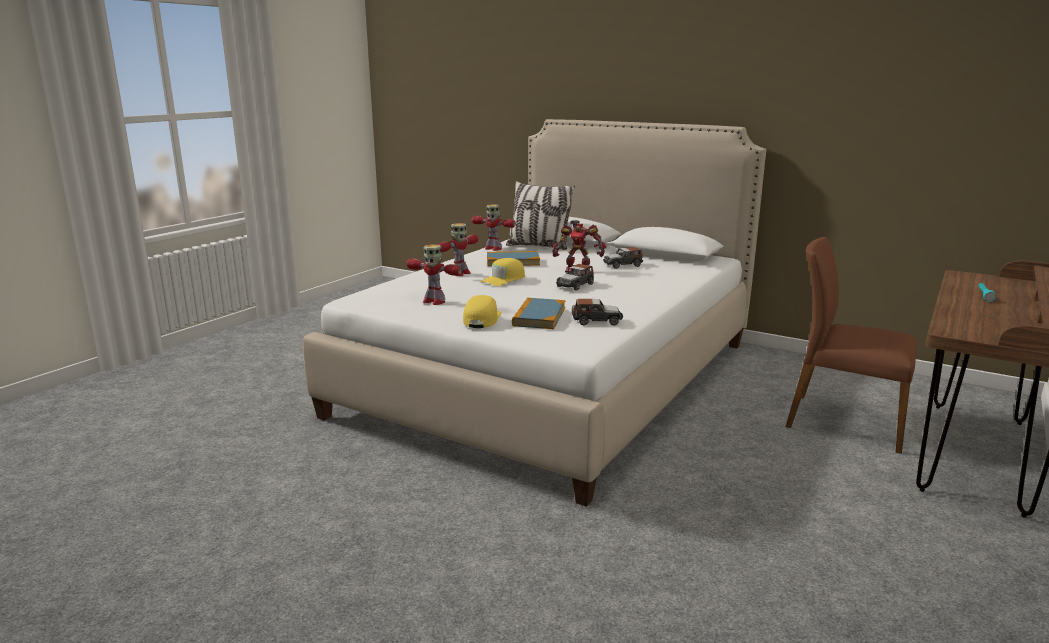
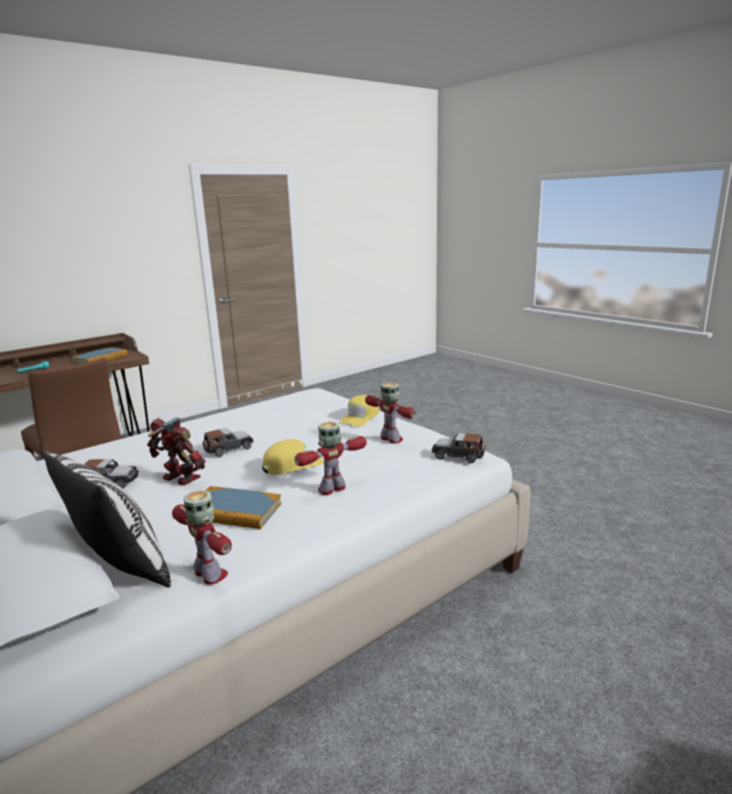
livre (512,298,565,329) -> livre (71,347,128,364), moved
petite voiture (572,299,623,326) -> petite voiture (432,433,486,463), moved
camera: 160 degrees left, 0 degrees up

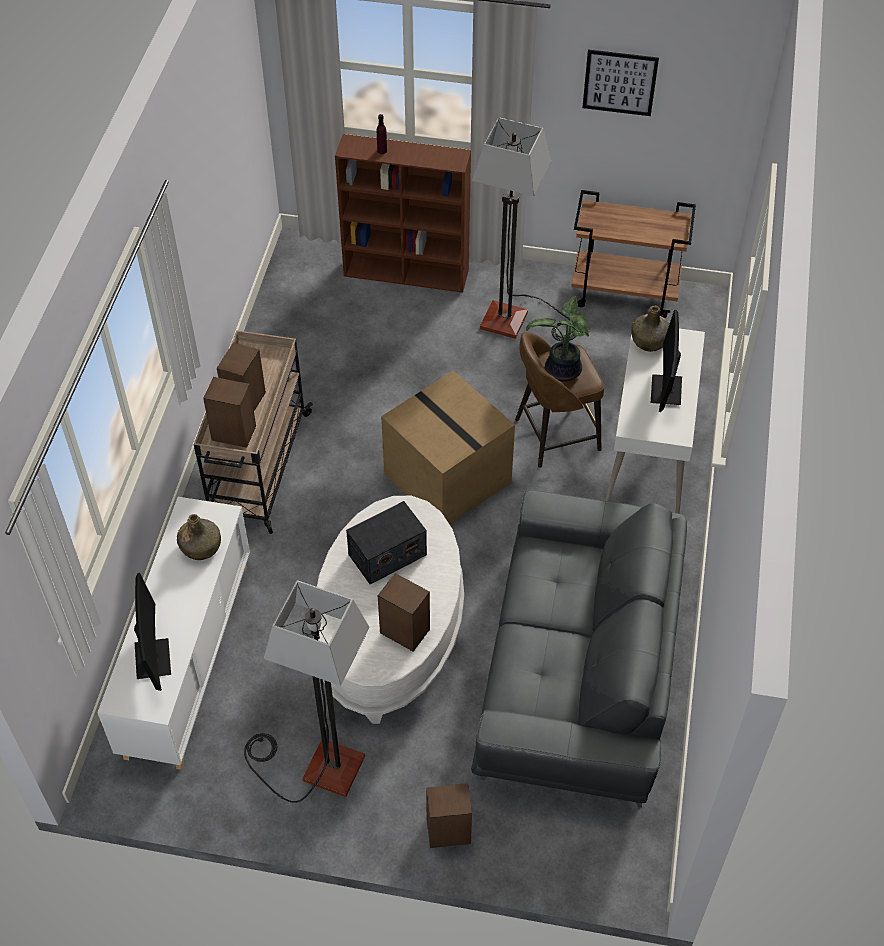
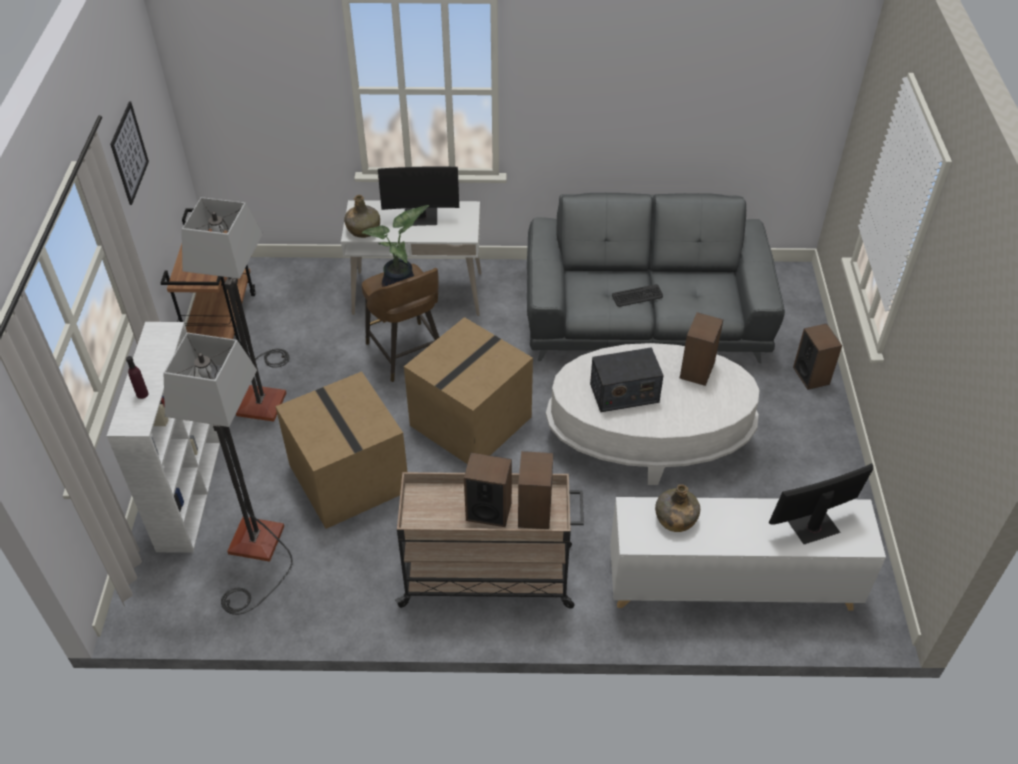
none -> carton (275,371,407,529)
none -> clavier (612,284,663,307)
lampadaire (244,580,370,803) -> lampadaire (164,332,293,615), moved
bibliothèque/marron (335,134,471,293) -> bibliothèque/blanc (107,322,220,553)
radio (346,501,427,584) -> radio (590,347,664,412), 120 degrees clockwise
camera: 100 degrees left, 5 degrees down

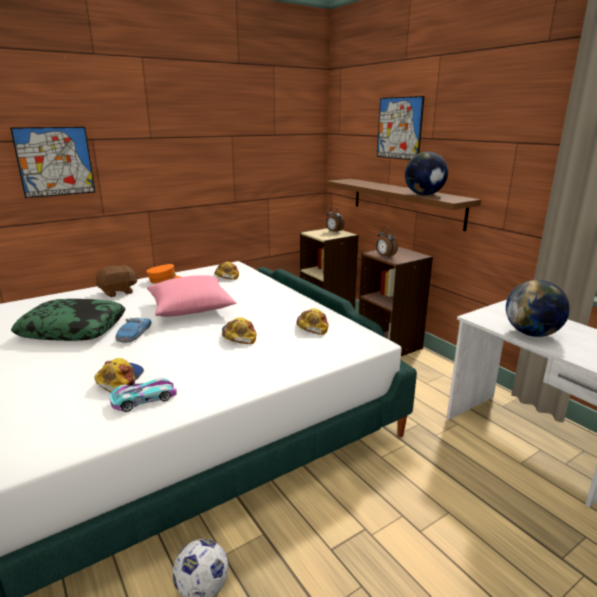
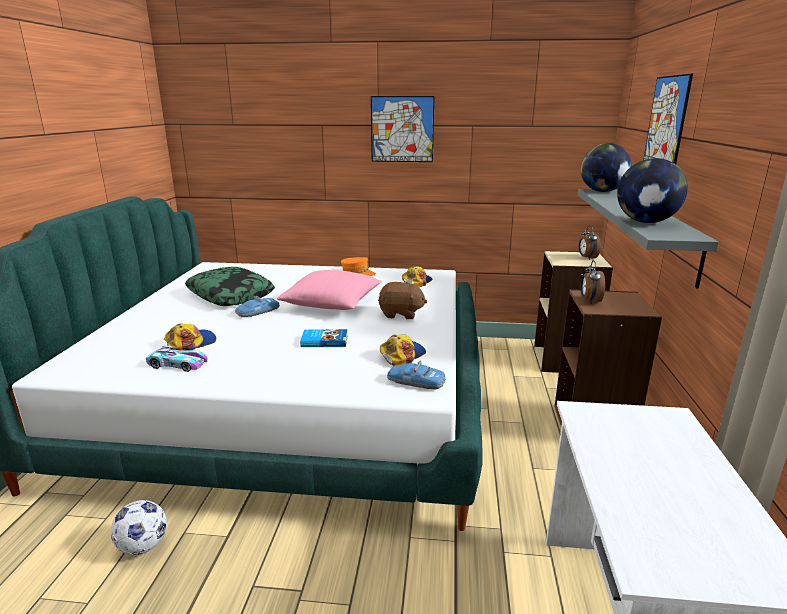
none -> petite voiture (387,361,446,390)
tableau (10,127,95,198) -> tableau (371,96,435,162), moved
peluche/marron (96,265,139,297) -> peluche/marron (378,282,427,319), moved
globe (506,280,570,337) -> globe (581,143,632,192), moved
casquette (222,317,257,344) -> livre (300,329,348,347)
étagère/marron (326,179,481,231) -> étagère/gris (578,189,719,289)
camera: 40 degrees right, 0 degrees up

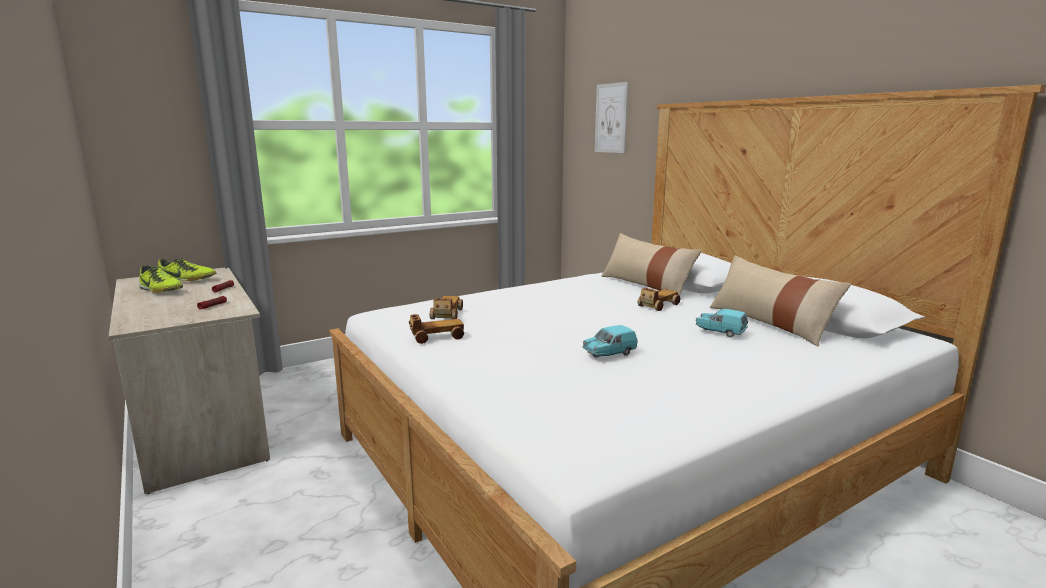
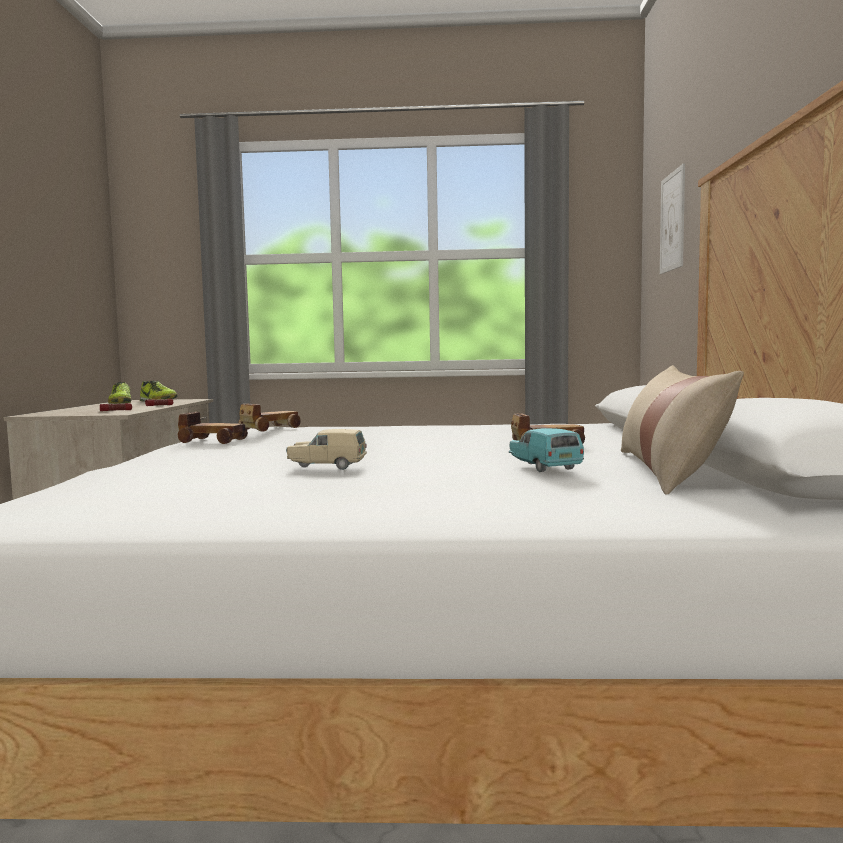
coussin/beige (601,233,702,296) -> none
petite voiture/turquoise (582,325,637,358) -> petite voiture/beige (286,429,367,470)
camera: 35 degrees right, 10 degrees down

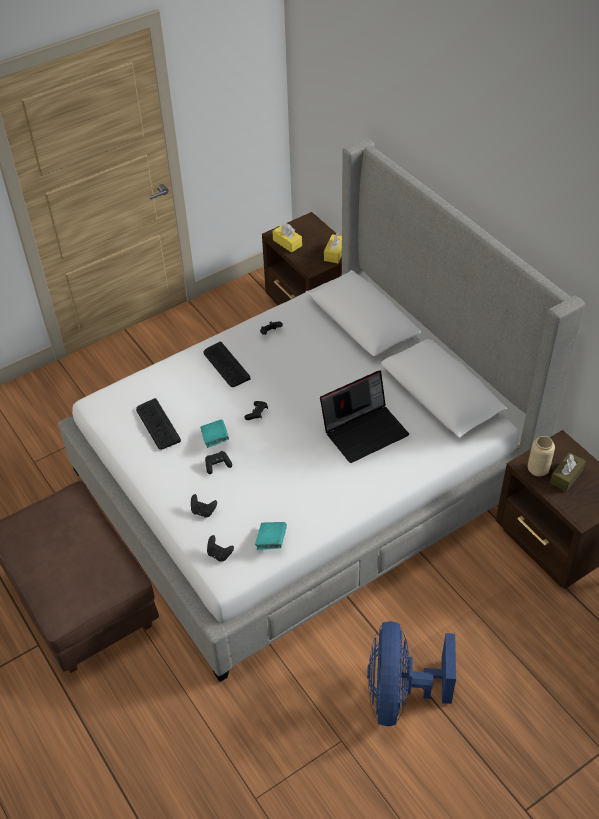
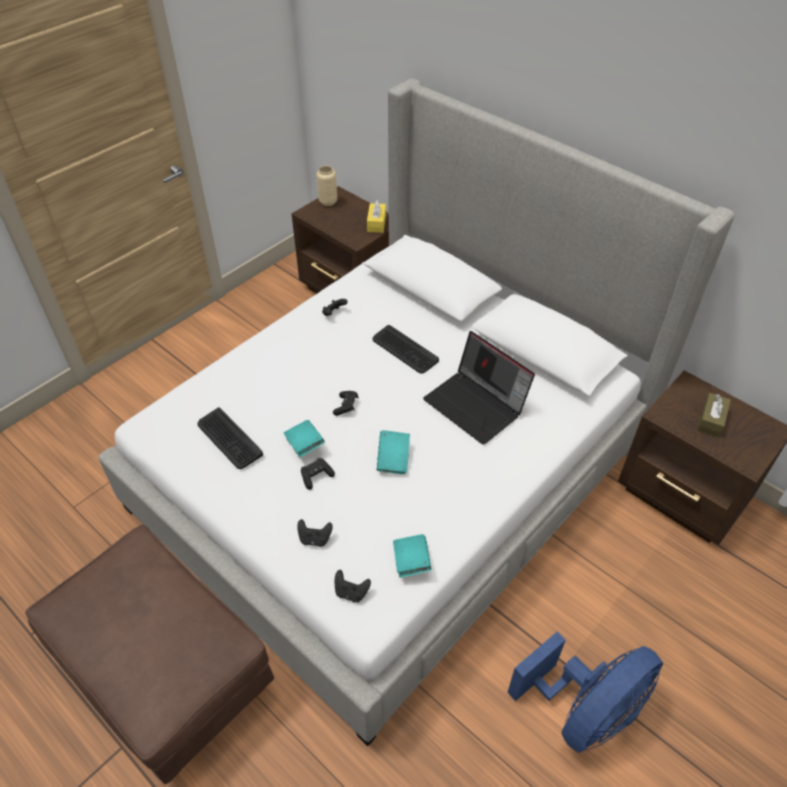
boîte à mouchoirs/jaune (272,223,302,253) -> none
none -> livre/turquoise (377,430,410,474)
clavier (203,342,250,387) -> clavier (372,325,439,374), moved
vase/beige (528,436,555,477) -> vase/beige (317,166,337,206), moved
ordinateur portable (320,370,409,463) -> ordinateur portable (423,331,535,445), 90 degrees clockwise
ventilateur/bleu (367,621,456,726) -> ventilateur/bleu (508,631,663,753), 120 degrees counterclockwise
camera: 15 degrees left, 0 degrees up

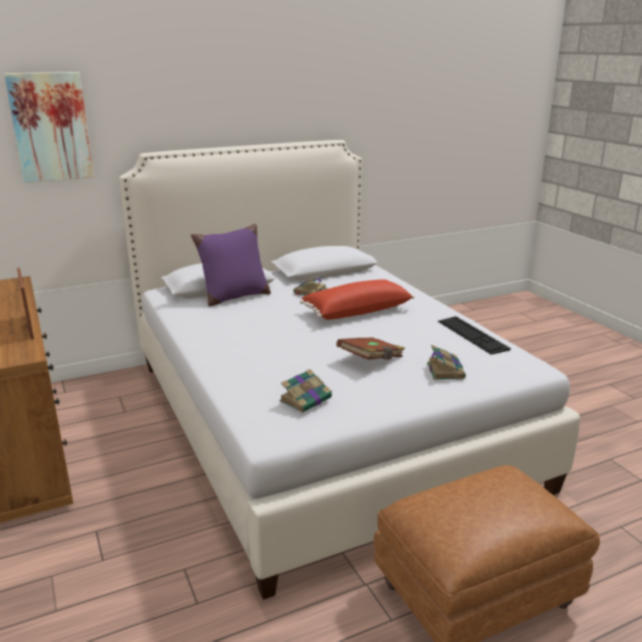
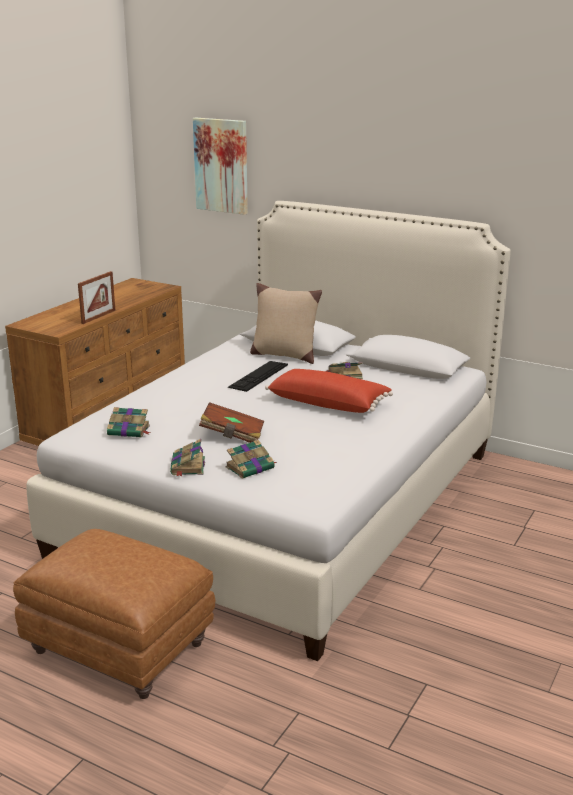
none -> livre (170,439,205,477)
clavier (438,316,511,355) -> clavier (228,361,288,392), moved
coussin/violet (191,224,271,306) -> coussin/beige (250,283,322,364)
camera: 55 degrees right, 0 degrees up

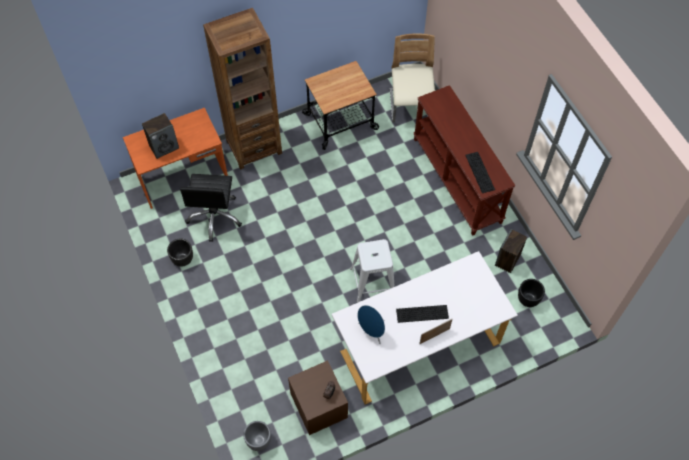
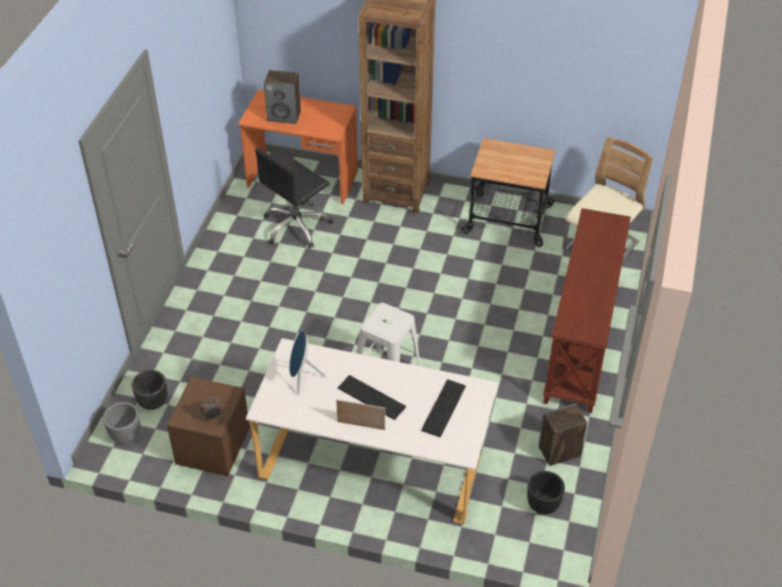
cache-pot/noir (167,239,193,267) -> cache-pot/noir (132,370,168,410), moved
clavier (465,152,495,193) -> clavier (421,379,466,437), moved
camera: 40 degrees right, 15 degrees down

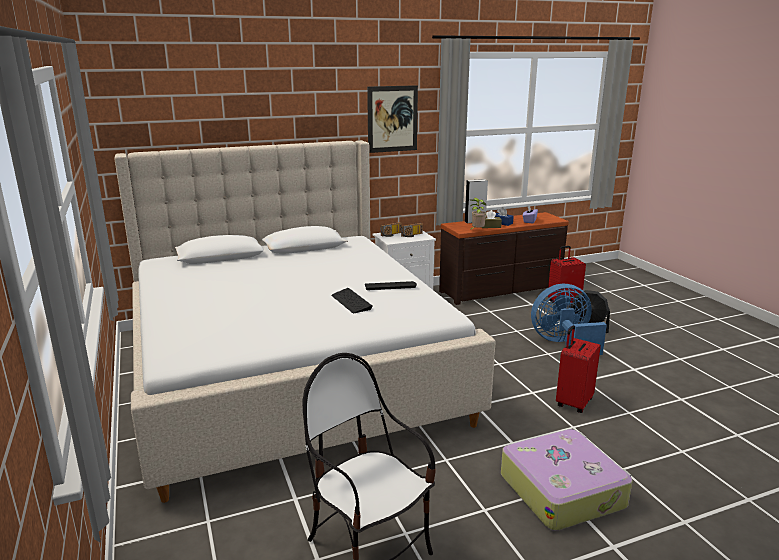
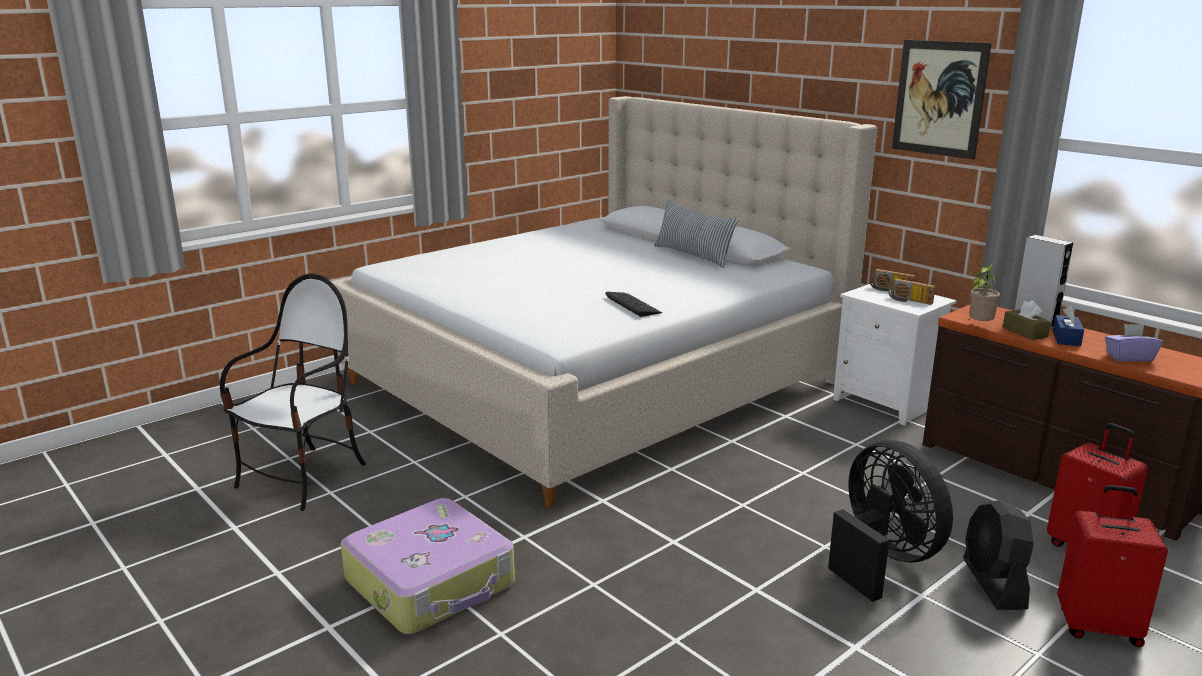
clavier (331,288,373,313) -> none
none -> coussin (654,200,739,268)
valise/rouge (556,326,601,413) -> valise/rouge (1057,485,1168,647), moved
ventilateur/bleu (531,284,607,355) -> ventilateur/noir (828,440,953,602)
camera: 70 degrees right, 0 degrees up

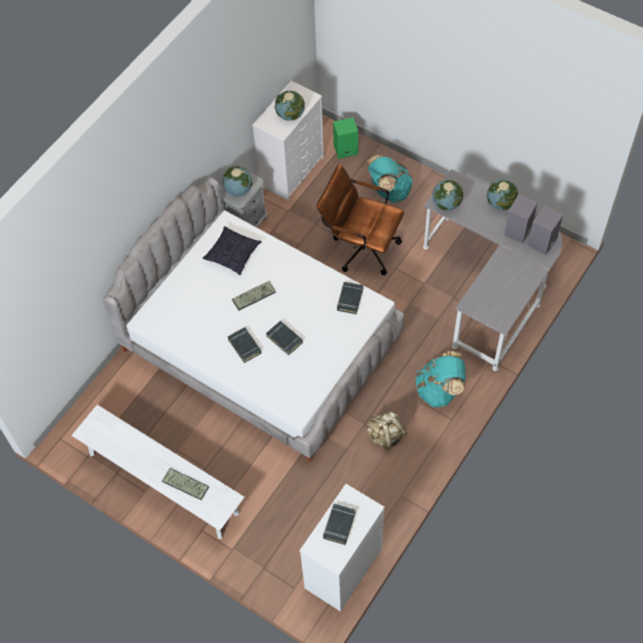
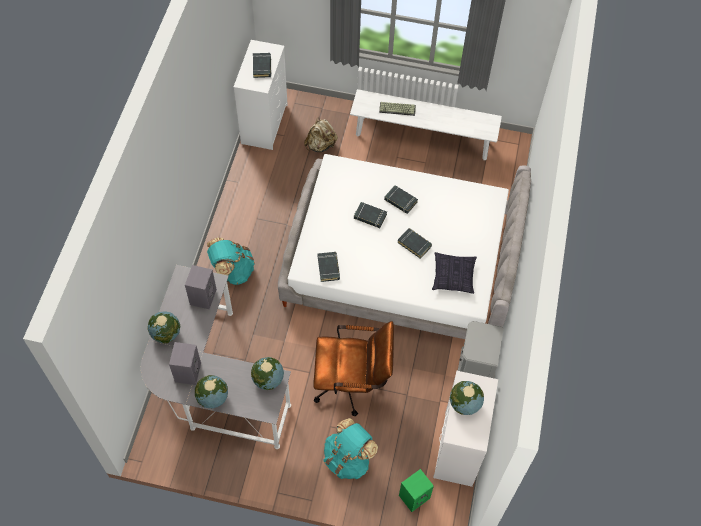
globe (222,166,252,196) -> globe (148,311,180,343), moved
sac à dos/beige (366,412,407,451) -> sac à dos/beige (304,118,338,152), moved
enceinte/gris (527,206,563,255) -> enceinte/gris (185,265,217,309), moved
clavier (232,281,276,311) -> livre/noir (397,228,432,259)
camera: 155 degrees right, 0 degrees up

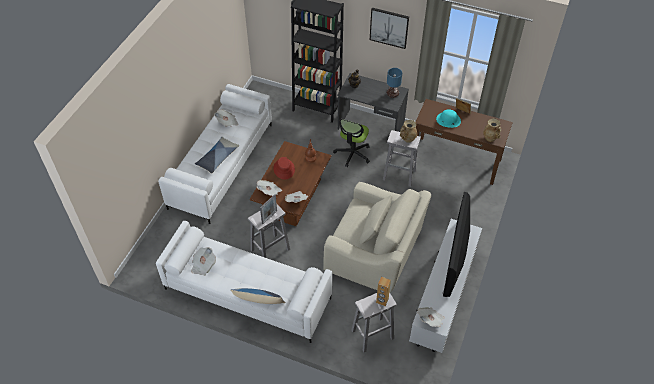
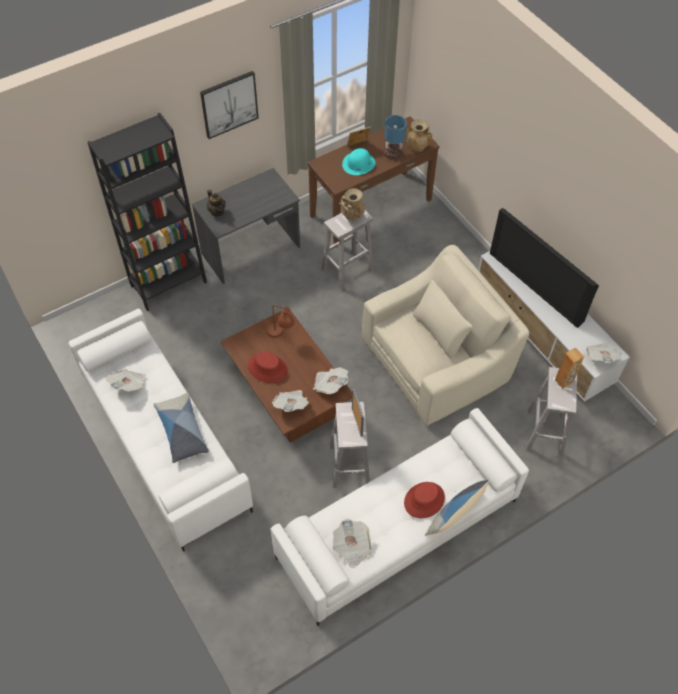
chaise de bureau (333,119,370,167) -> none
none -> chapeau/rouge (404,482,445,518)
lampe de table (387,68,402,98) -> lampe de table (384,115,407,159), moved
camera: 55 degrees left, 5 degrees up

